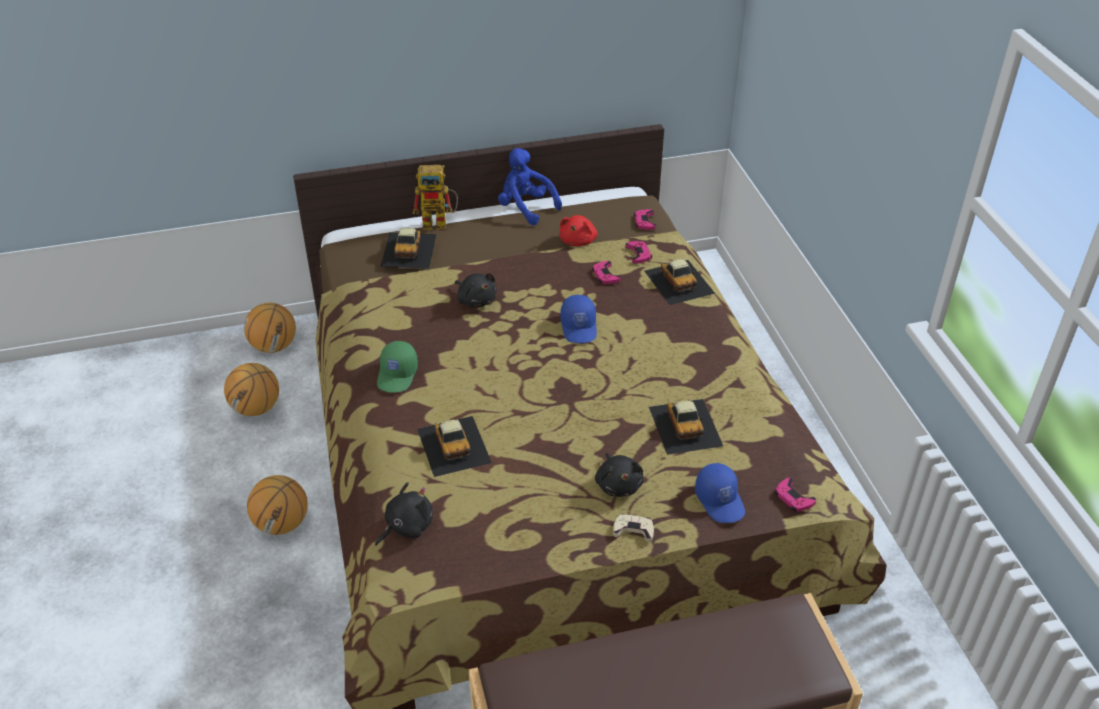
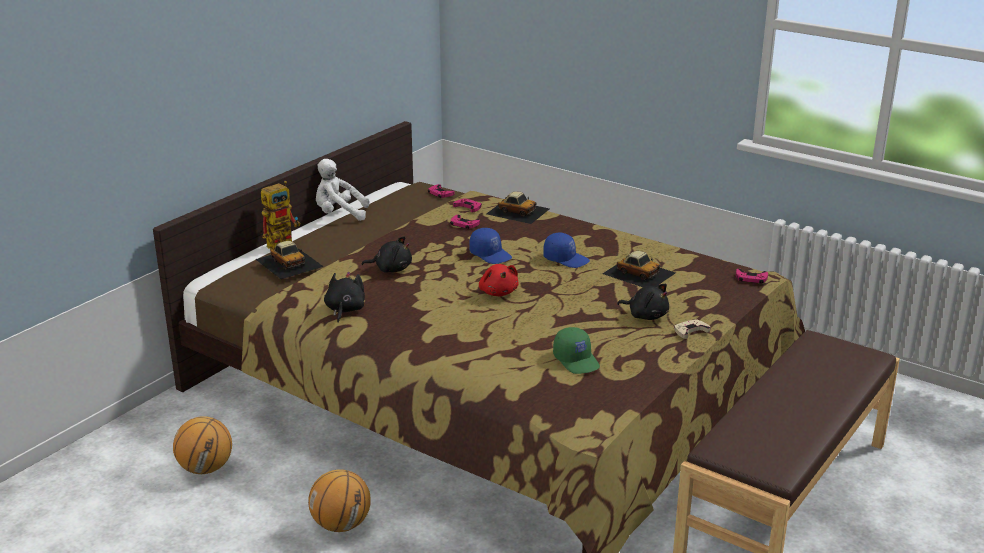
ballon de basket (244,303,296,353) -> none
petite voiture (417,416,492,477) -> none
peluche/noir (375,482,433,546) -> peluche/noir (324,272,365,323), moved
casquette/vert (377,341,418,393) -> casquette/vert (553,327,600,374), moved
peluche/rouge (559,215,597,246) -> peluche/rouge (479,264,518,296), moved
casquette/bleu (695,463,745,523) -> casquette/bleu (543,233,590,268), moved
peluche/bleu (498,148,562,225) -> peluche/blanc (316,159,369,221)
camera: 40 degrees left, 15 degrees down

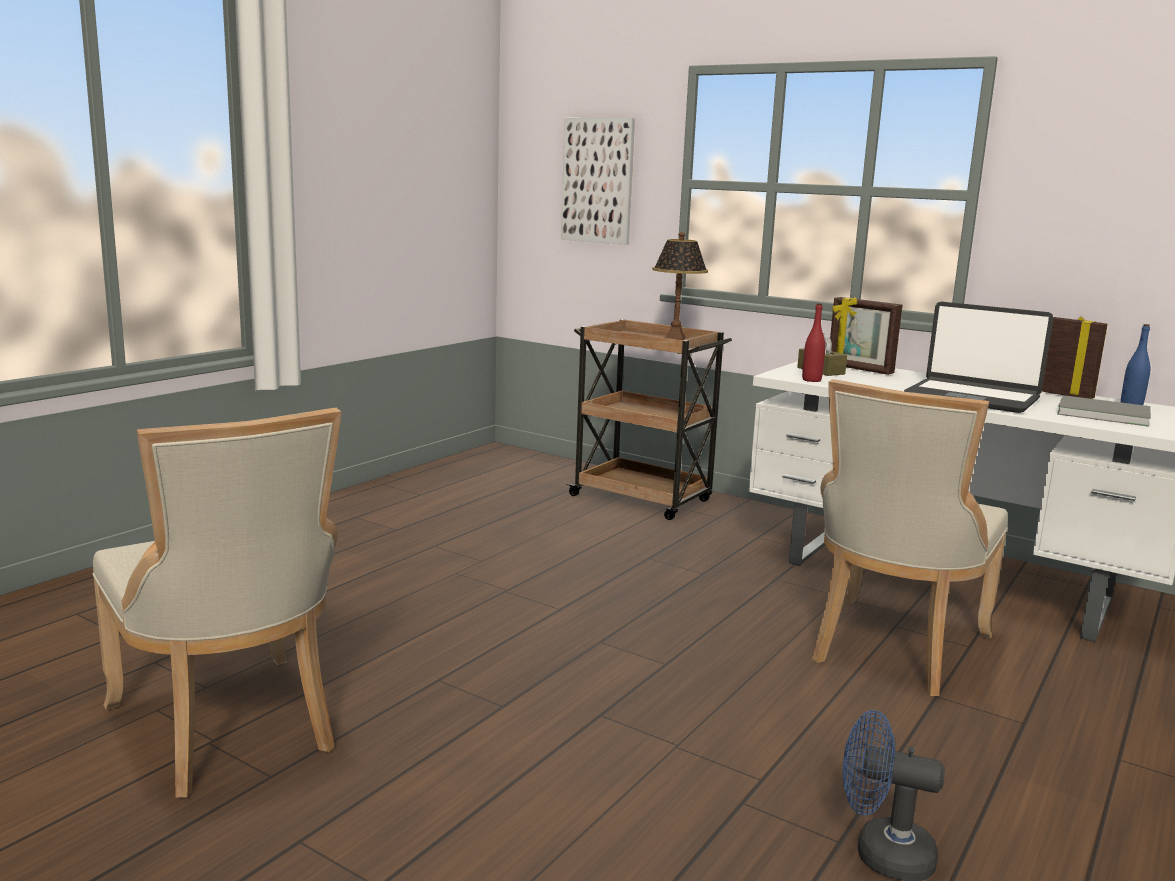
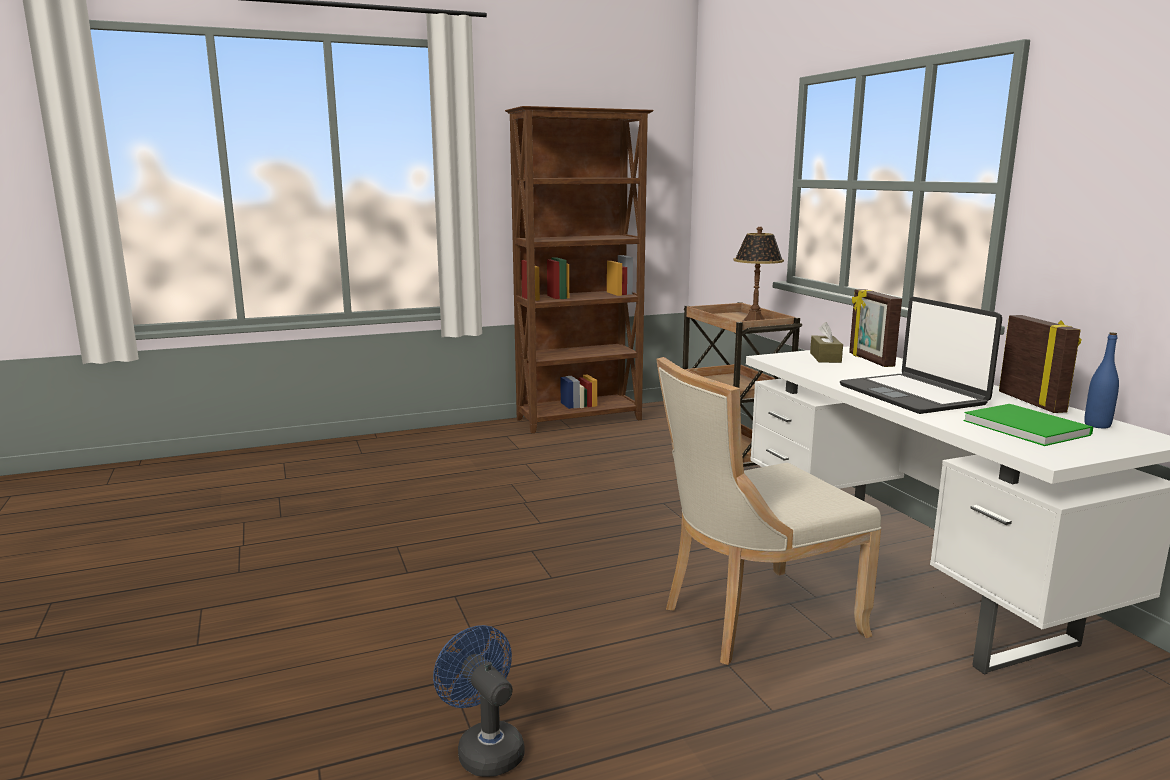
chaise/beige (93,408,341,798) -> none
tableau (561,118,635,245) -> none
bouteille/rouge (802,303,825,382) -> none
none -> bibliothèque/marron (505,106,654,433)
livre/gris (1057,395,1151,427) -> livre/vert (963,404,1093,446)
camera: 35 degrees right, 0 degrees up

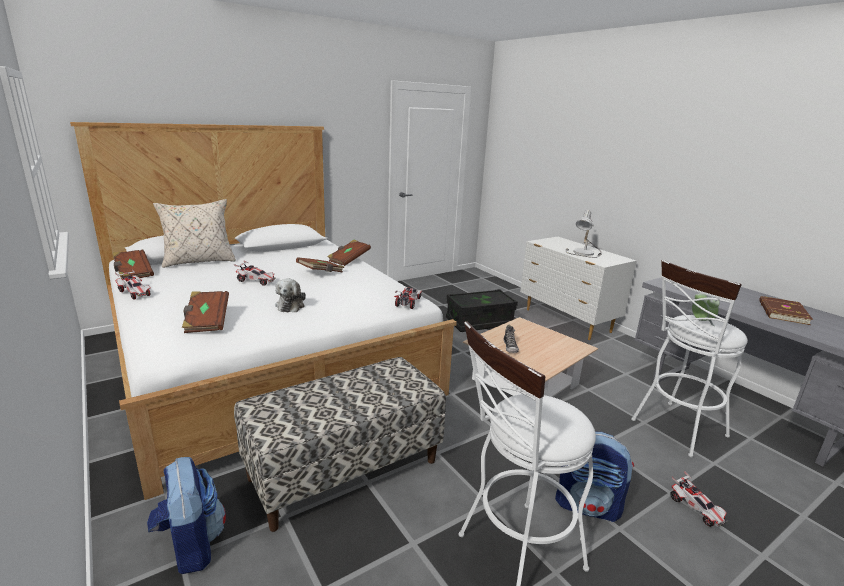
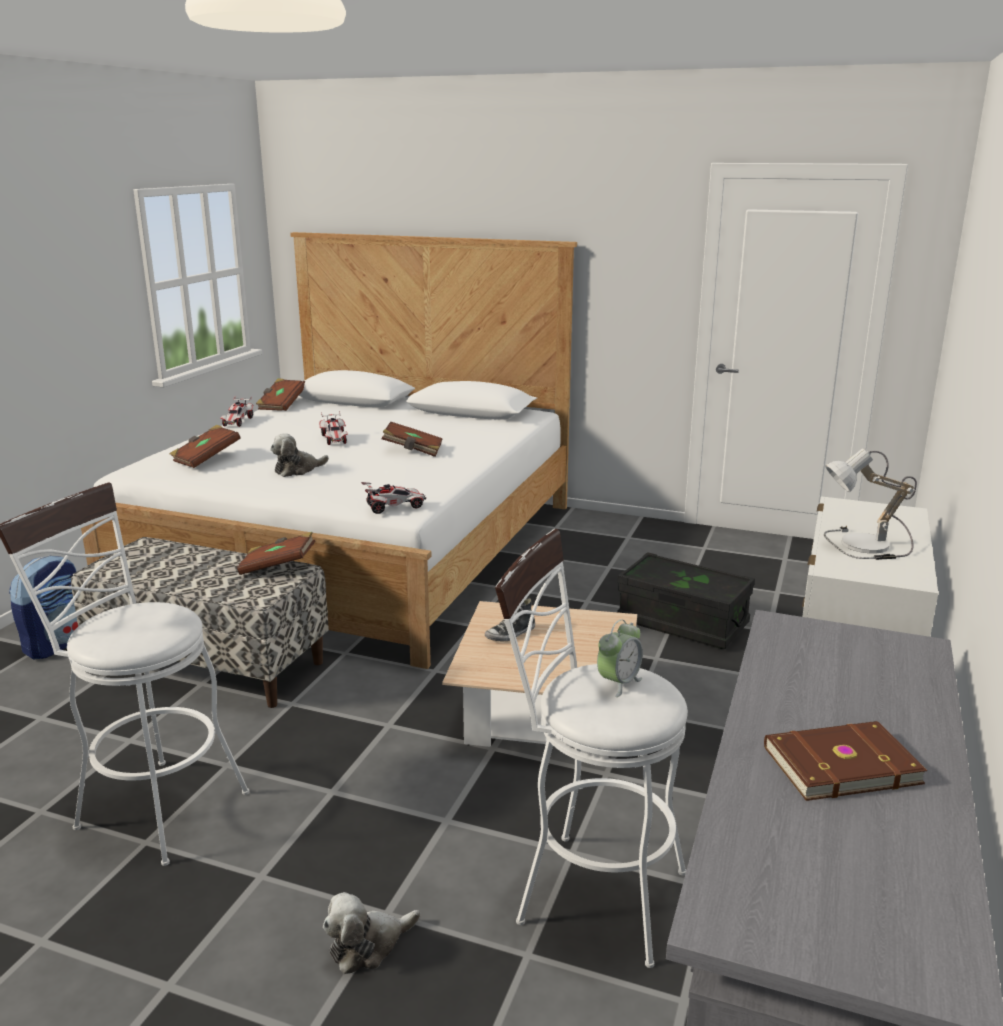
coussin/beige (153,199,236,268) -> none
sac à dos (555,432,634,522) -> none
livre/marron (327,240,371,266) -> livre/marron (237,532,315,575), moved
petite voiture (670,471,728,527) -> peluche (323,892,420,974)
camera: 55 degrees right, 0 degrees up

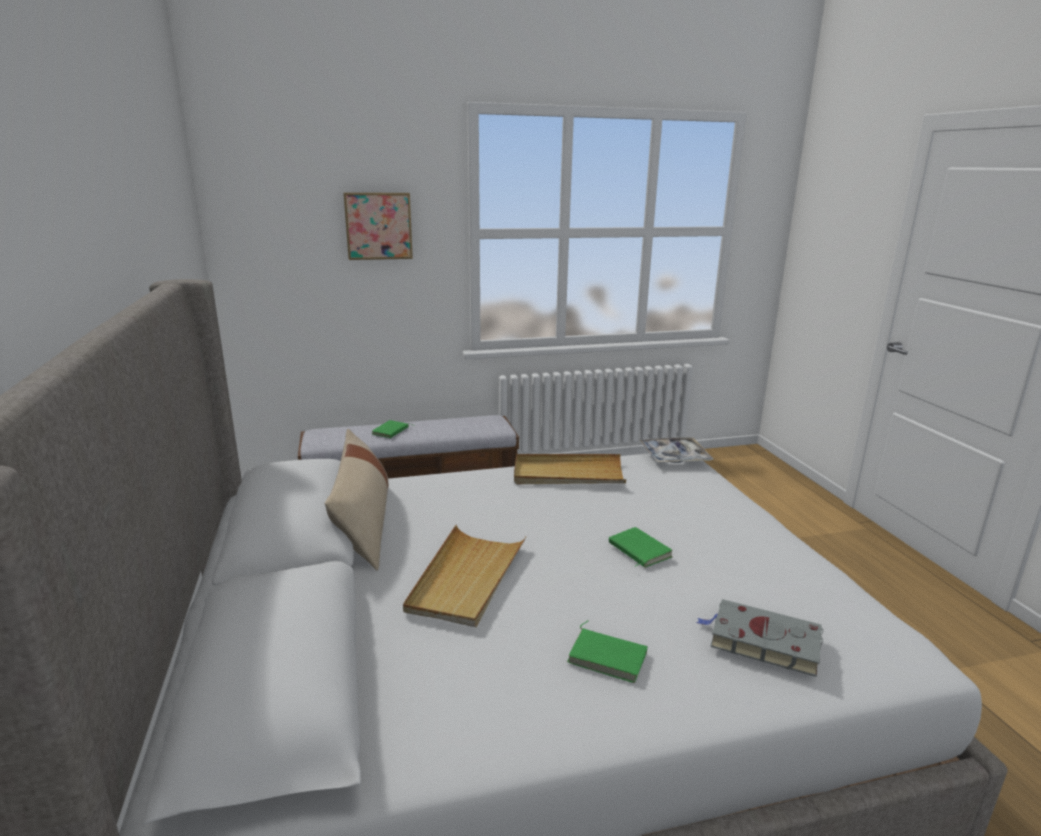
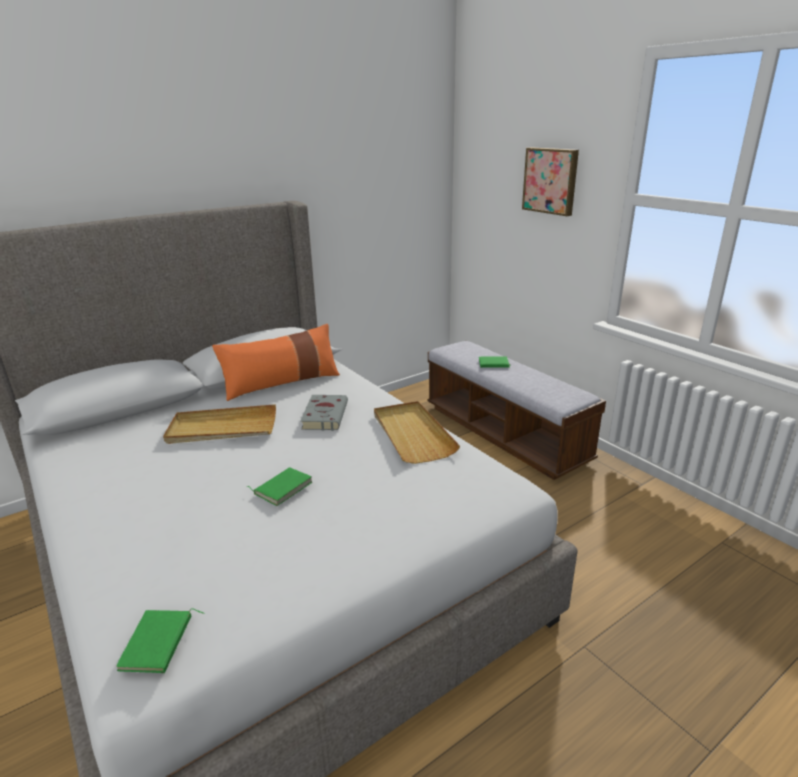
plateau (639,437,714,463) -> none
livre/vert (567,621,648,683) -> livre/vert (116,608,205,673), moved
livre/gris (696,599,823,677) -> livre/gris (300,395,348,431), moved
coussin/beige (325,429,389,570) -> coussin/orange (212,324,340,401)
camera: 70 degrees right, 5 degrees up

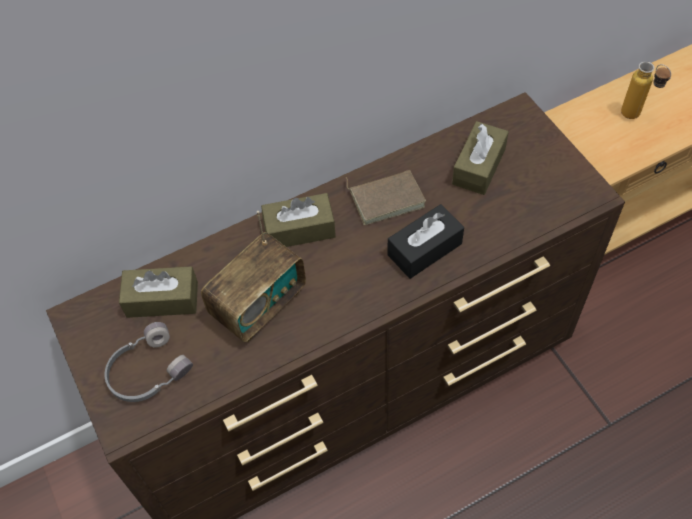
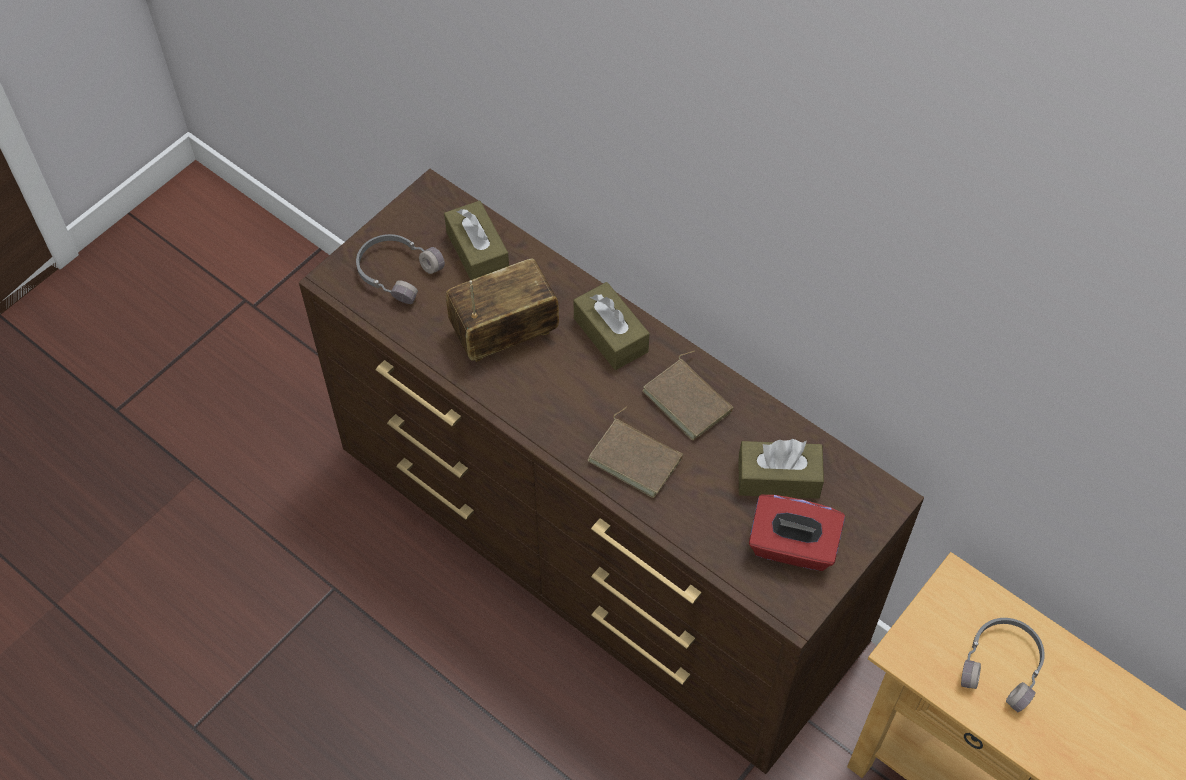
none -> boîte à mouchoirs/rouge (749,495,845,571)
boîte à mouchoirs/noir (388,204,464,279) -> livre/marron (588,407,683,498)
bouteille (621,61,671,119) -> casque audio/gris (961,618,1045,712)
radio (201,211,306,342) -> radio (446,258,559,362), 135 degrees clockwise
camera: 65 degrees right, 0 degrees up

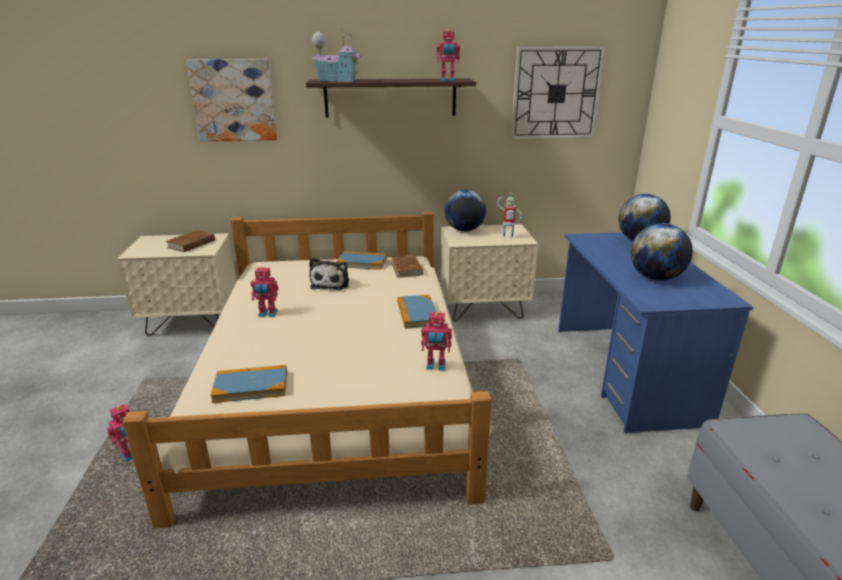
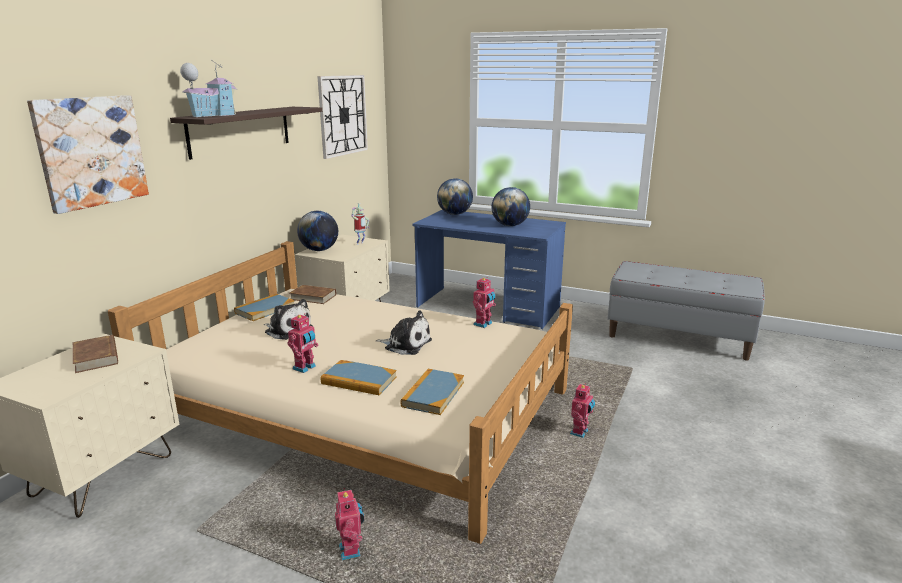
none -> peluche (376,311,432,355)
livre (397,295,436,329) -> livre (321,360,397,395), moved
robot jouet (437,29,460,81) -> robot jouet (570,383,595,438), moved
camera: 60 degrees left, 5 degrees down

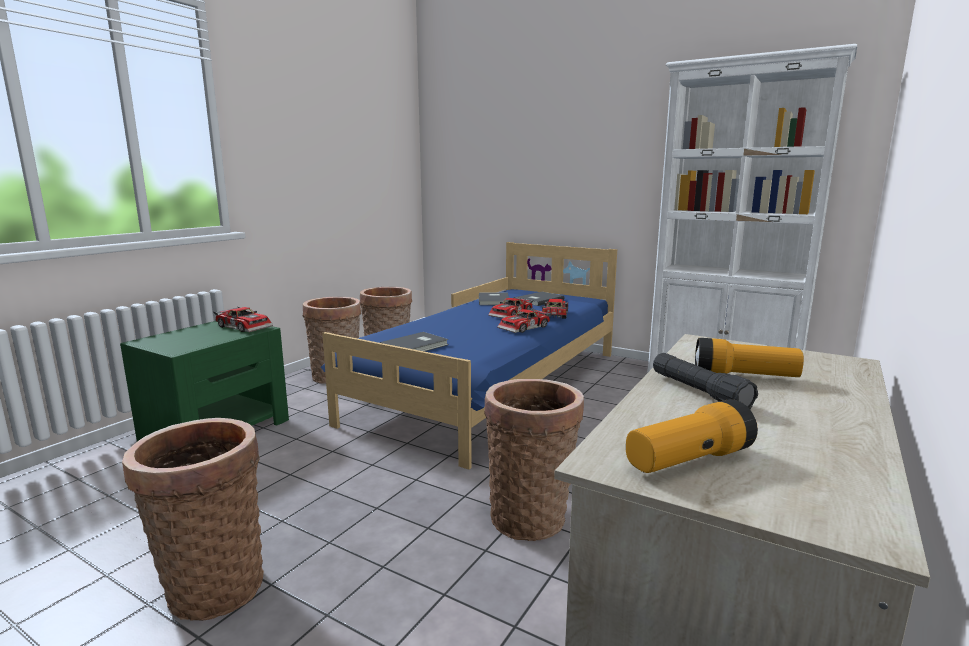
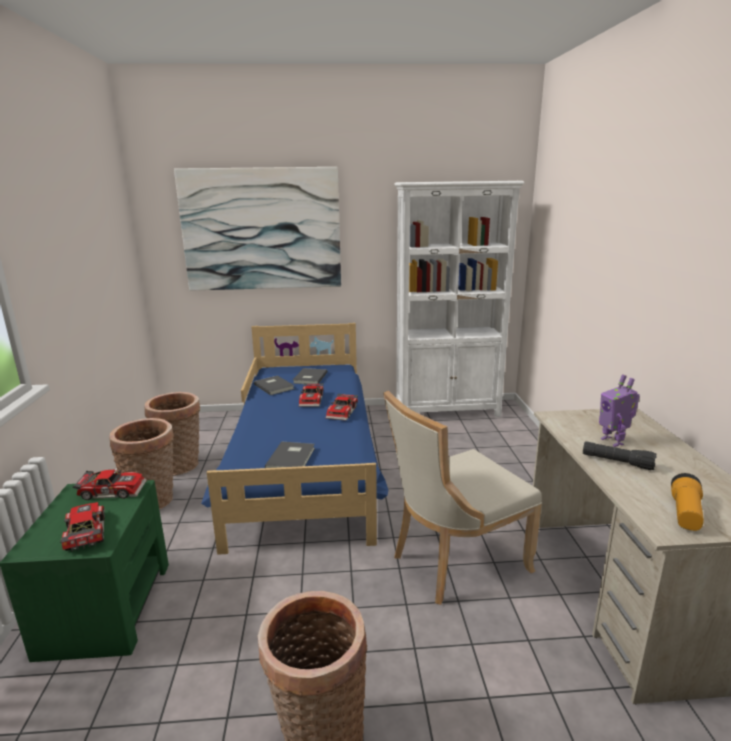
none -> tableau (174,167,341,291)
petite voiture (542,299,568,319) -> petite voiture (60,502,105,552), moved
panier (484,379,584,541) -> chaise/beige (384,391,542,605)
lampe de poche (695,338,804,377) -> robot jouet (599,374,640,447)
camera: 35 degrees left, 5 degrees up

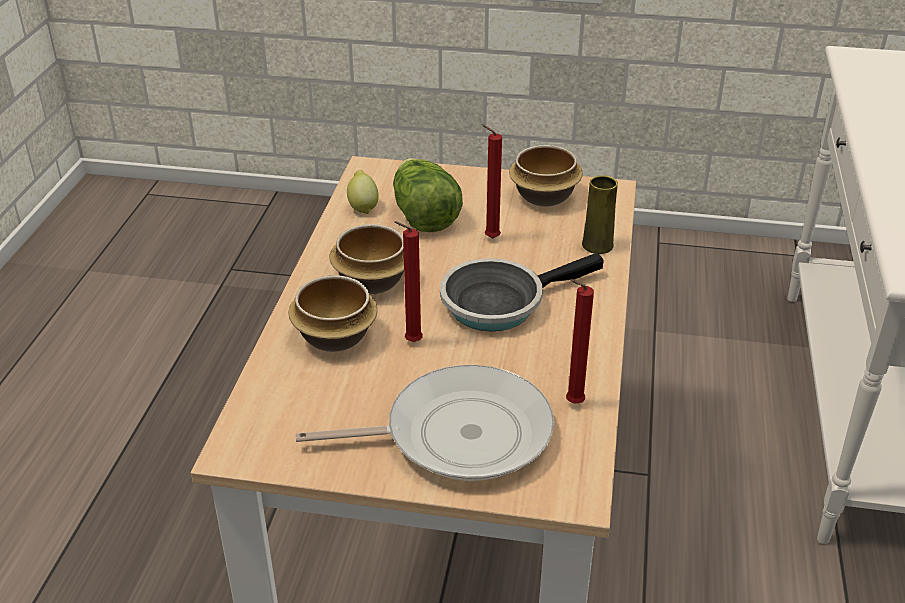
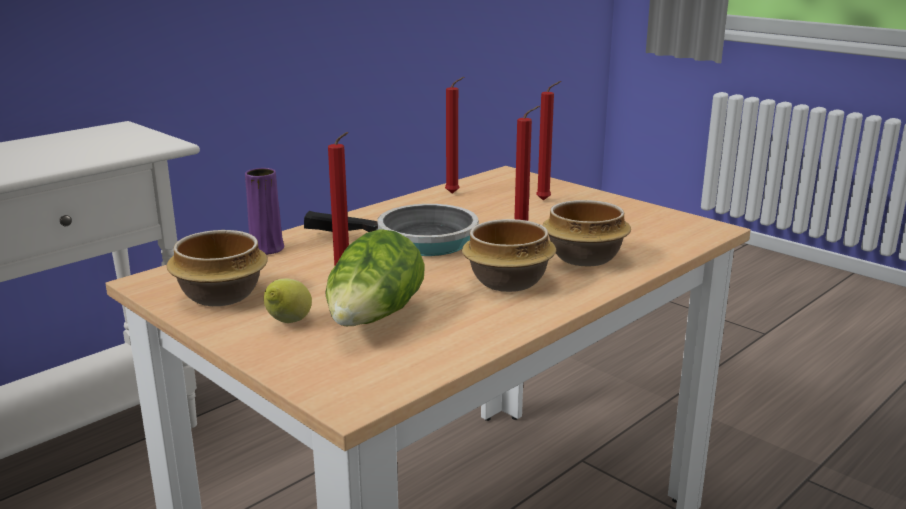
citron (347,170,379,214) -> citron (264,279,312,323), moved
poêle (296,365,554,481) -> bougie/rouge (536,81,561,200)
vase/jaune (582,175,618,254) -> vase/violet (245,168,284,255)
camera: 145 degrees left, 15 degrees down

